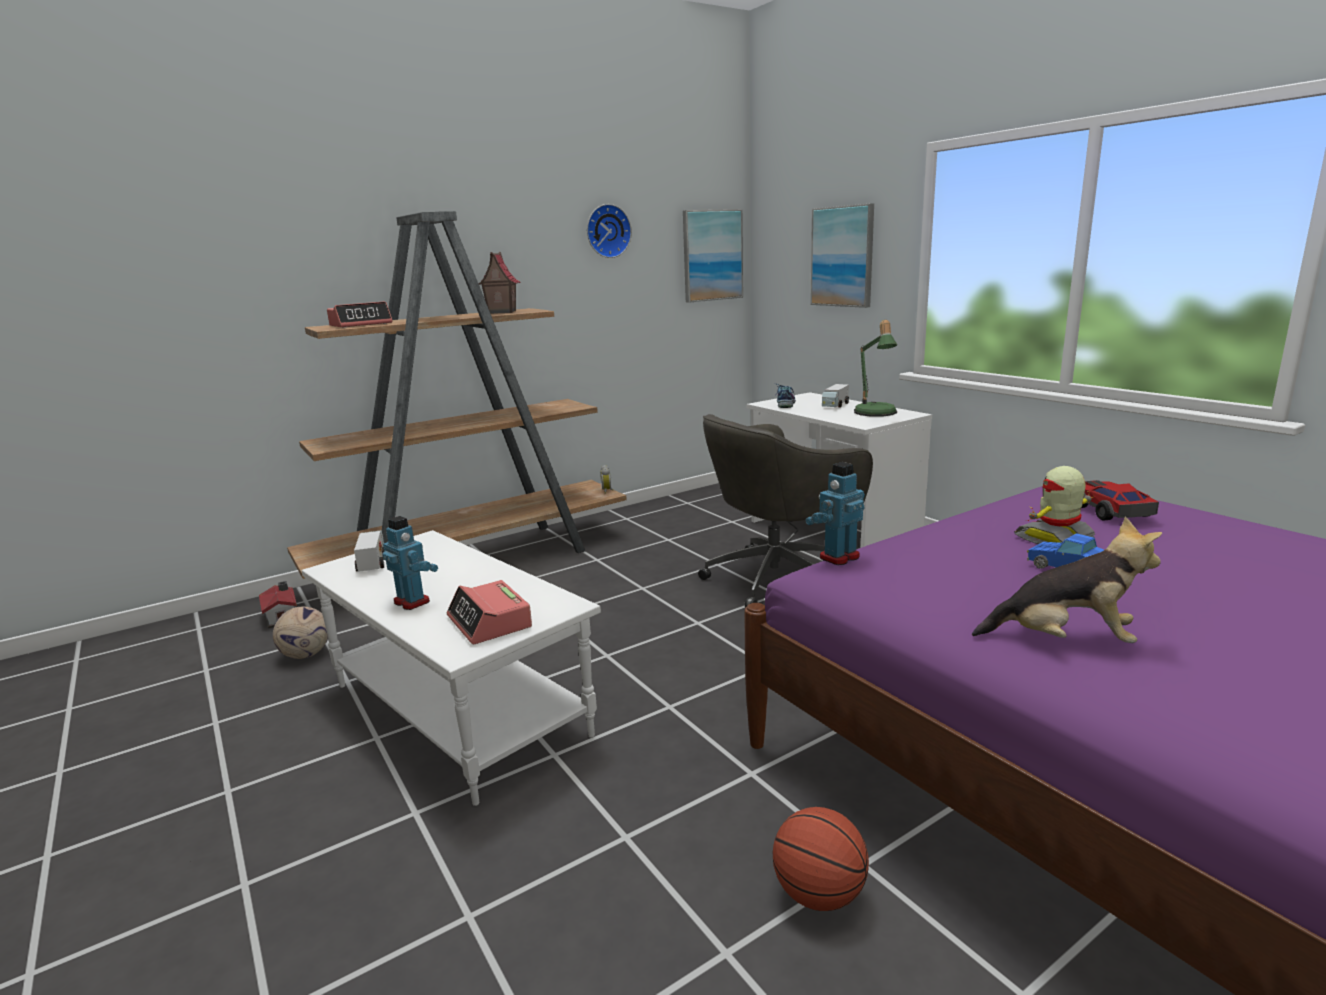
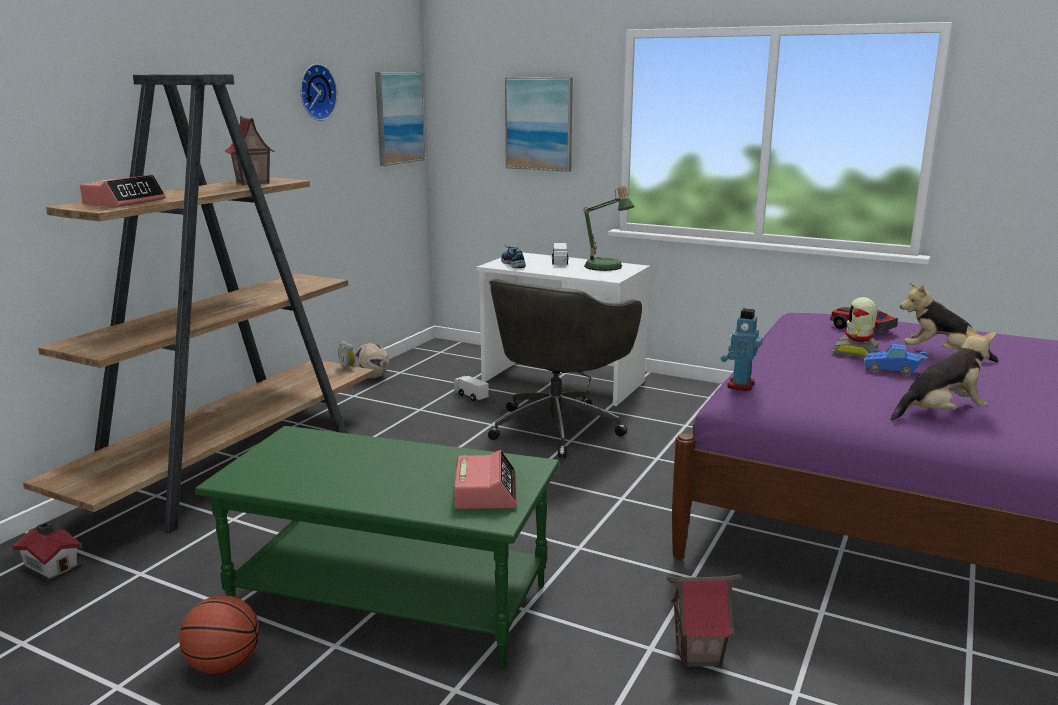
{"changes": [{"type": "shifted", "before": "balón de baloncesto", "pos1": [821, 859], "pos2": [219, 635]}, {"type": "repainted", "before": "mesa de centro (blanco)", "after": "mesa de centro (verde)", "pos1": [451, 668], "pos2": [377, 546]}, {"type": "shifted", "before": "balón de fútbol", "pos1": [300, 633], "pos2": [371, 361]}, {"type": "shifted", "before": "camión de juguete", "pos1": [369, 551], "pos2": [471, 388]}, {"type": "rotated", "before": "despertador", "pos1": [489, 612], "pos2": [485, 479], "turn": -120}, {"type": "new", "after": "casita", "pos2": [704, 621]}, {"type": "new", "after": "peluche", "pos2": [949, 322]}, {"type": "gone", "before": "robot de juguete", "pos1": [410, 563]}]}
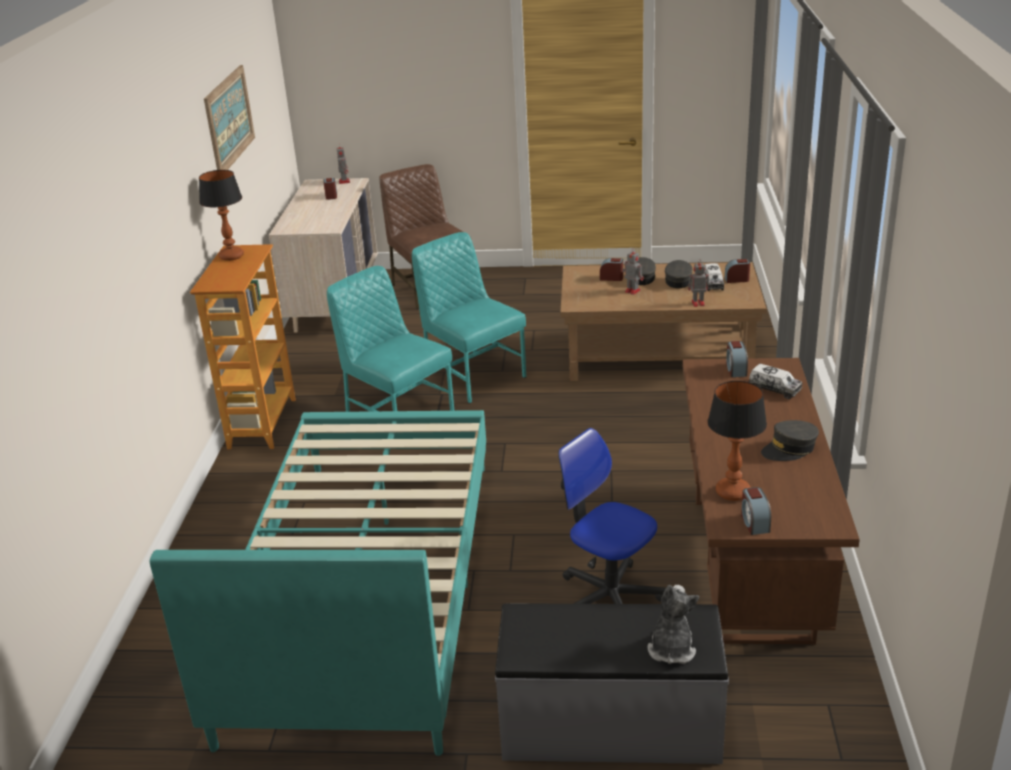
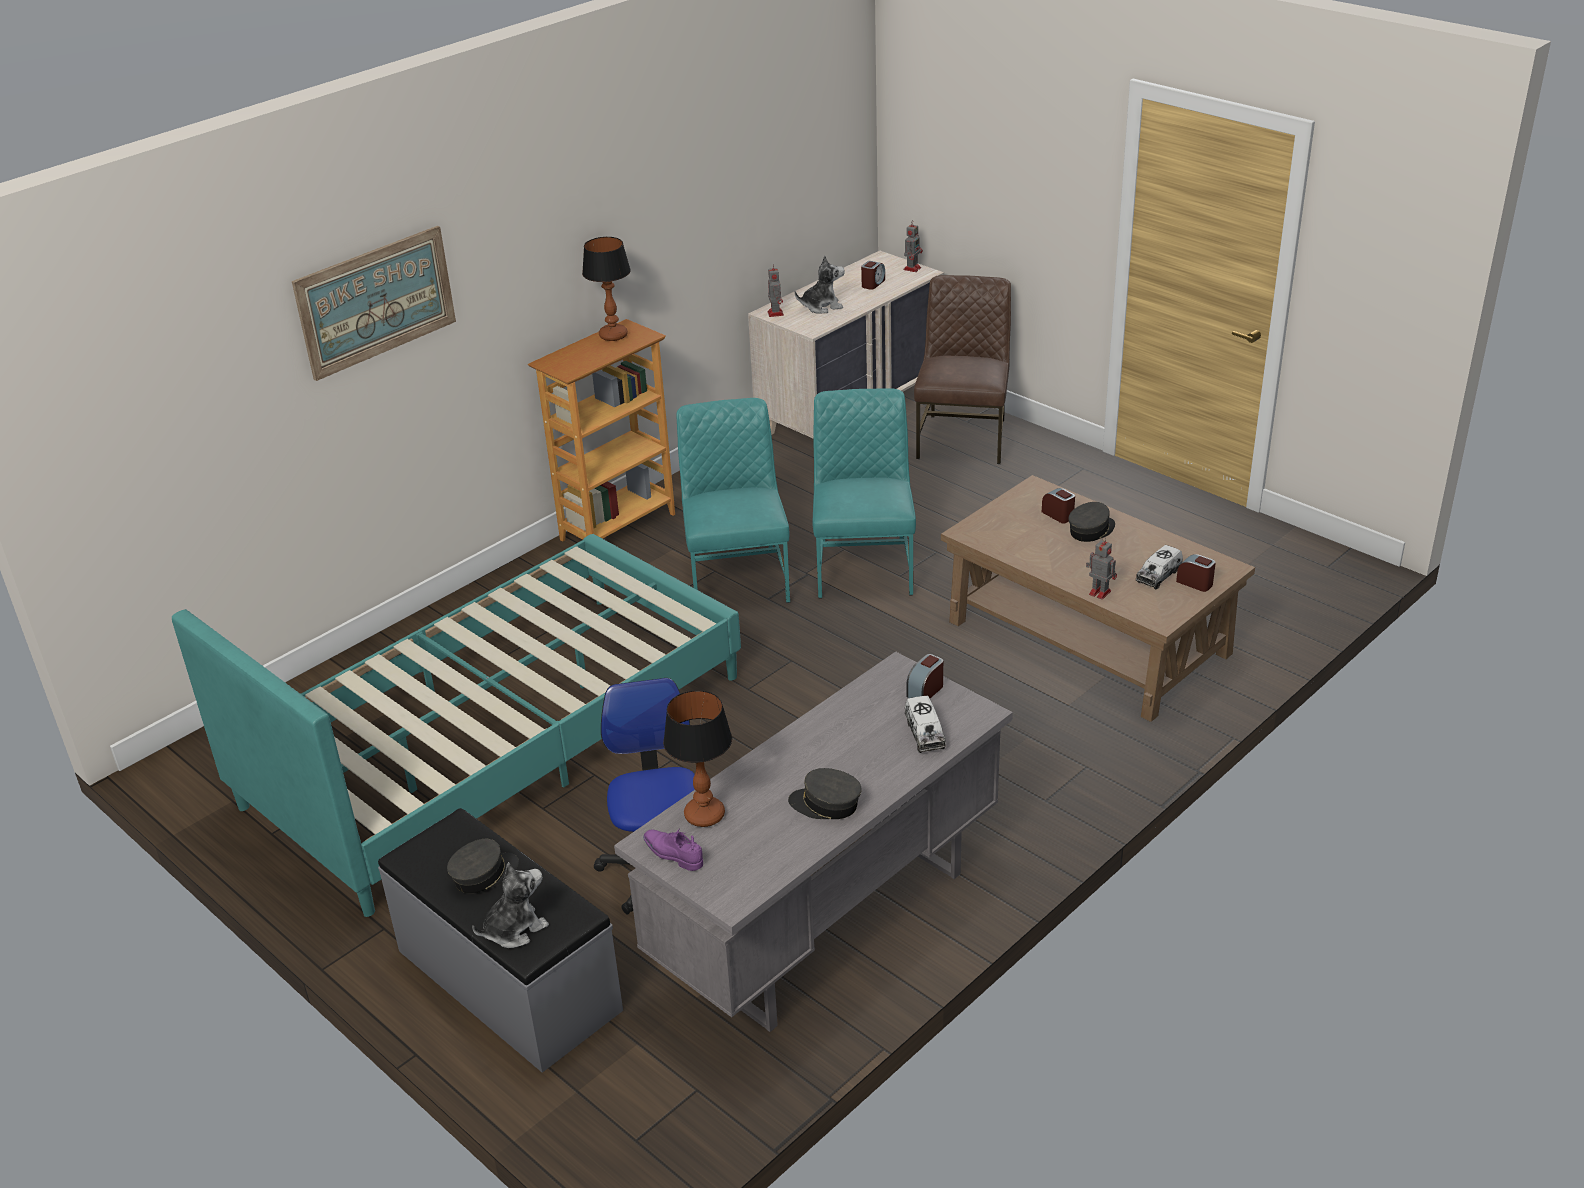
{"changes": [{"type": "shifted", "before": "cuadro", "pos1": [229, 117], "pos2": [374, 303]}, {"type": "shifted", "before": "gorra (gris)", "pos1": [679, 274], "pos2": [483, 866]}, {"type": "repainted", "before": "escritorio (marrón)", "after": "escritorio (gris)", "pos1": [771, 501], "pos2": [813, 842]}, {"type": "swapped", "before": "despertador", "after": "zapato (morado)", "pos1": [756, 511], "pos2": [673, 849]}, {"type": "shifted", "before": "robot de juguete", "pos1": [633, 271], "pos2": [776, 291]}, {"type": "new", "after": "peluche", "pos2": [819, 284]}]}
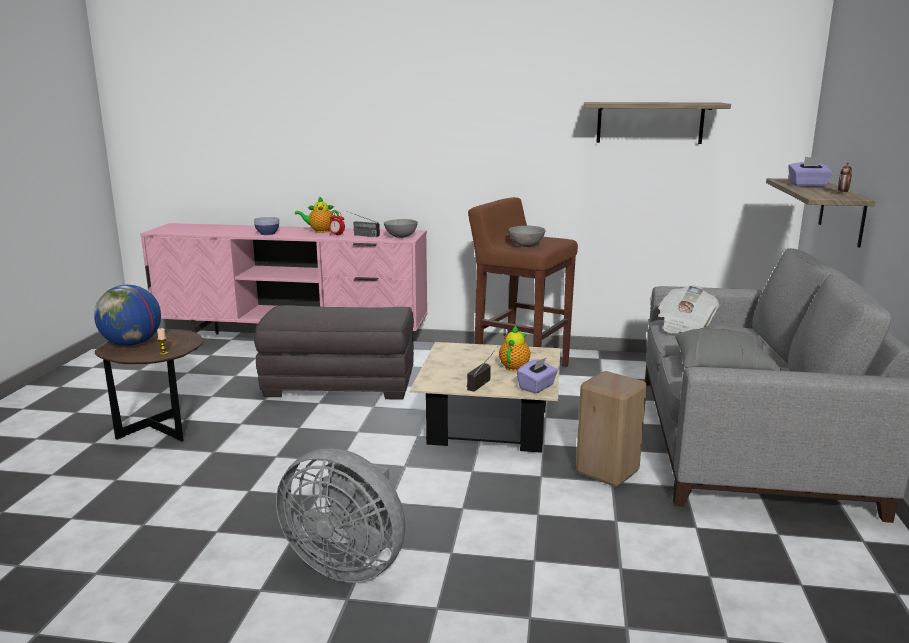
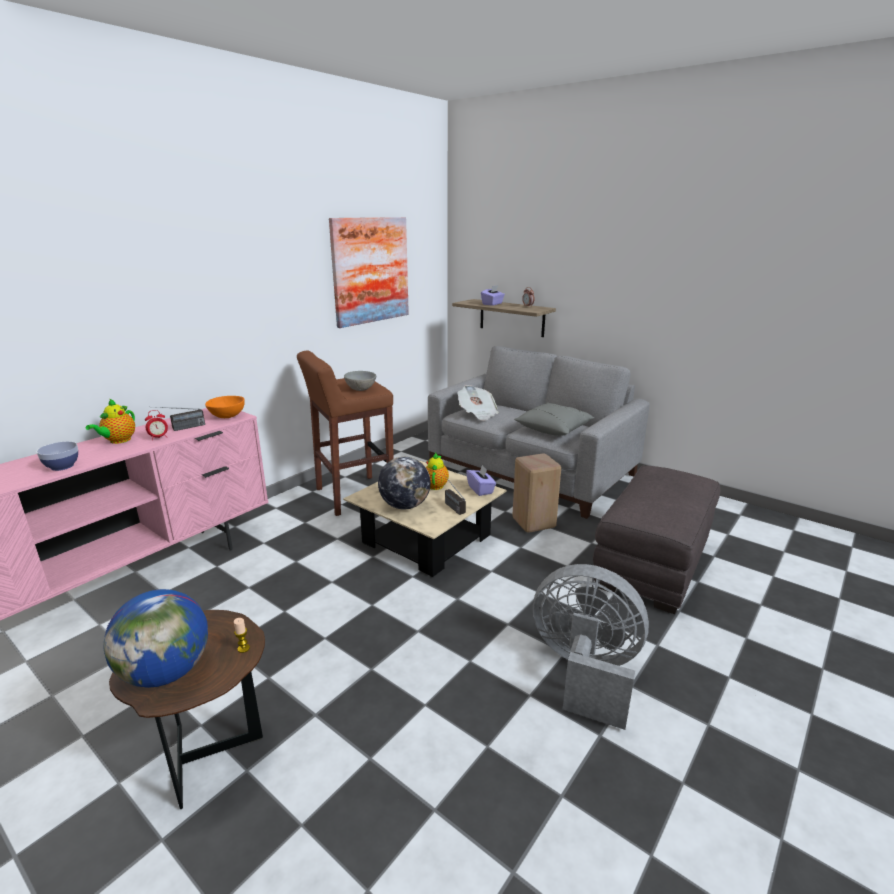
{"changes": [{"type": "repainted", "before": "cuenco (gris)", "after": "cuenco (naranja)", "pos1": [401, 228], "pos2": [225, 407]}, {"type": "swapped", "before": "estante", "after": "cuadro", "pos1": [657, 123], "pos2": [369, 272]}, {"type": "new", "after": "globo terráqueo", "pos2": [404, 483]}, {"type": "rotated", "before": "tetera", "pos1": [514, 348], "pos2": [437, 471], "turn": 45}, {"type": "rotated", "before": "ventilador (gris)", "pos1": [340, 515], "pos2": [591, 647], "turn": -120}, {"type": "shifted", "before": "puf (gris)", "pos1": [334, 352], "pos2": [656, 539]}]}
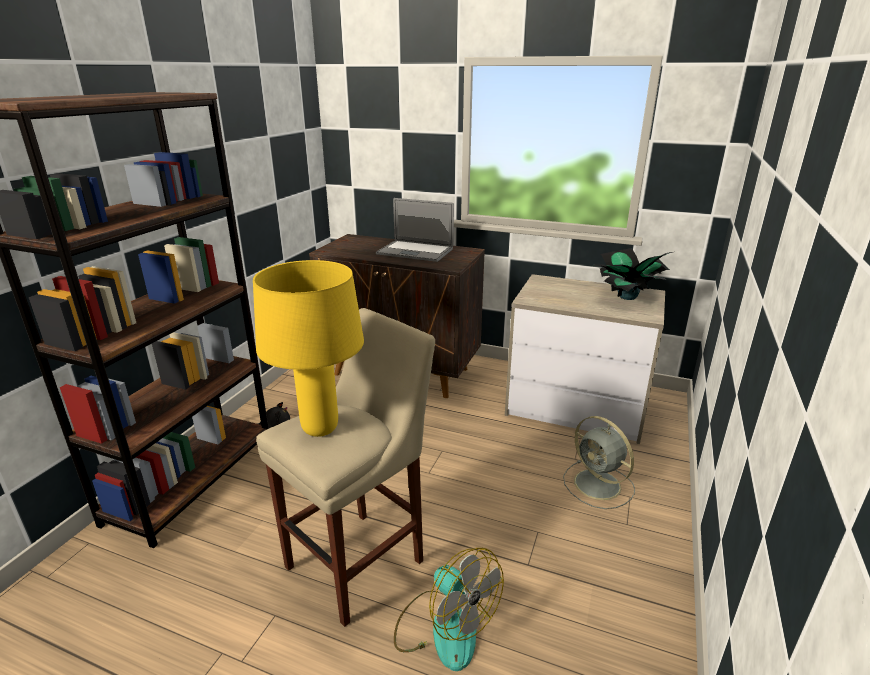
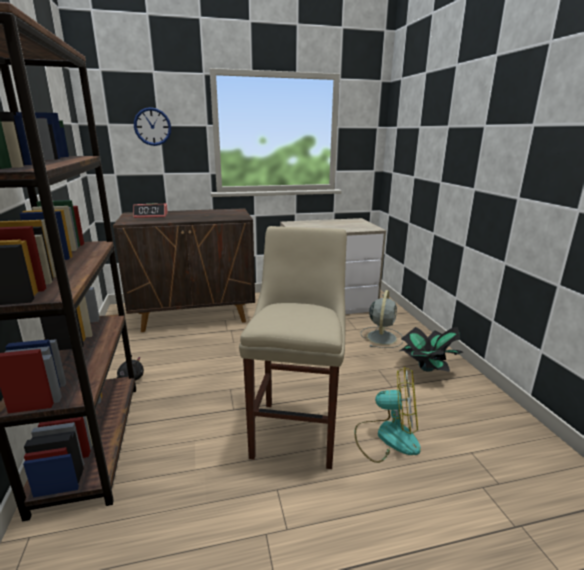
{"changes": [{"type": "new", "after": "despertador", "pos2": [150, 211]}, {"type": "new", "after": "reloj de pared", "pos2": [152, 126]}, {"type": "rotated", "before": "ventilador (gris)", "pos1": [599, 462], "pos2": [382, 319], "turn": -90}, {"type": "shifted", "before": "planta en maceta", "pos1": [632, 274], "pos2": [431, 349]}, {"type": "gone", "before": "lámpara de mesa (amarillo)", "pos1": [308, 348]}, {"type": "gone", "before": "portátil", "pos1": [415, 230]}]}
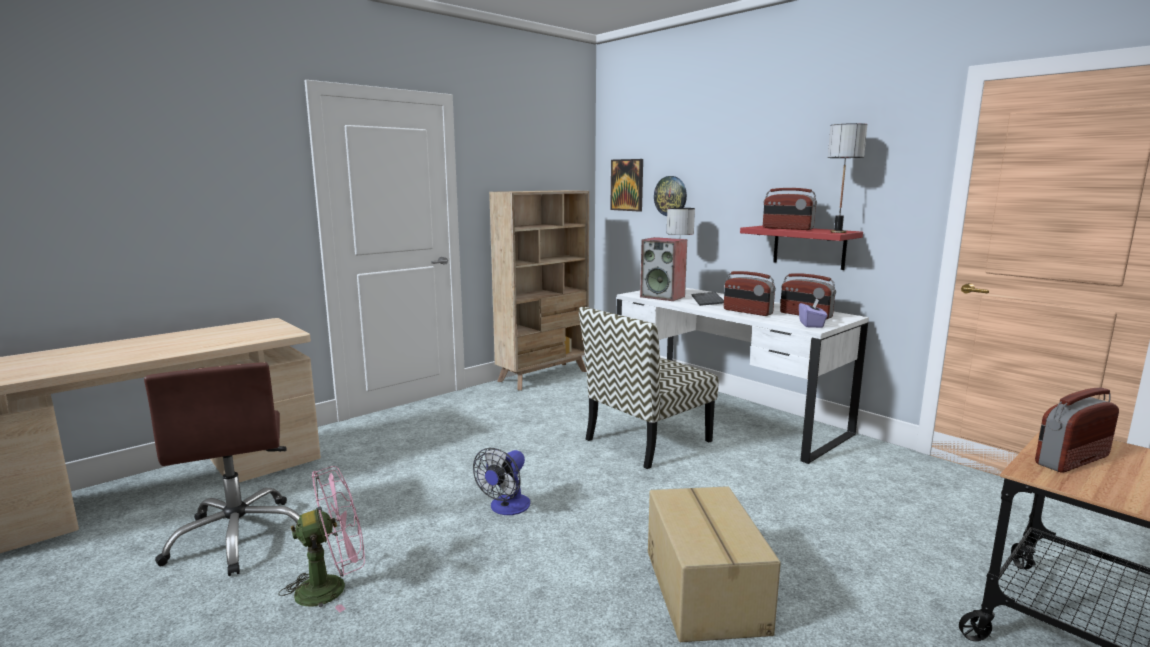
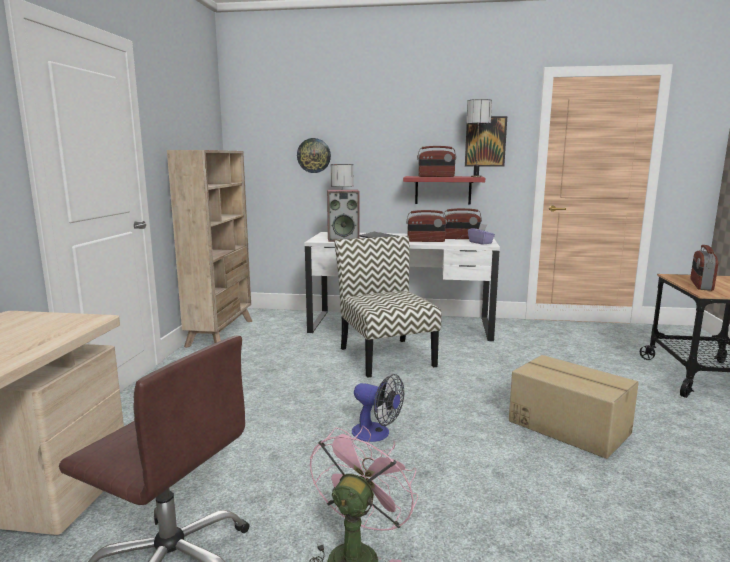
{"changes": [{"type": "rotated", "before": "silla", "pos1": [648, 388], "pos2": [388, 307], "turn": 150}, {"type": "rotated", "before": "ventilador", "pos1": [501, 481], "pos2": [378, 408], "turn": -45}, {"type": "shifted", "before": "cuadro", "pos1": [626, 185], "pos2": [486, 141]}]}
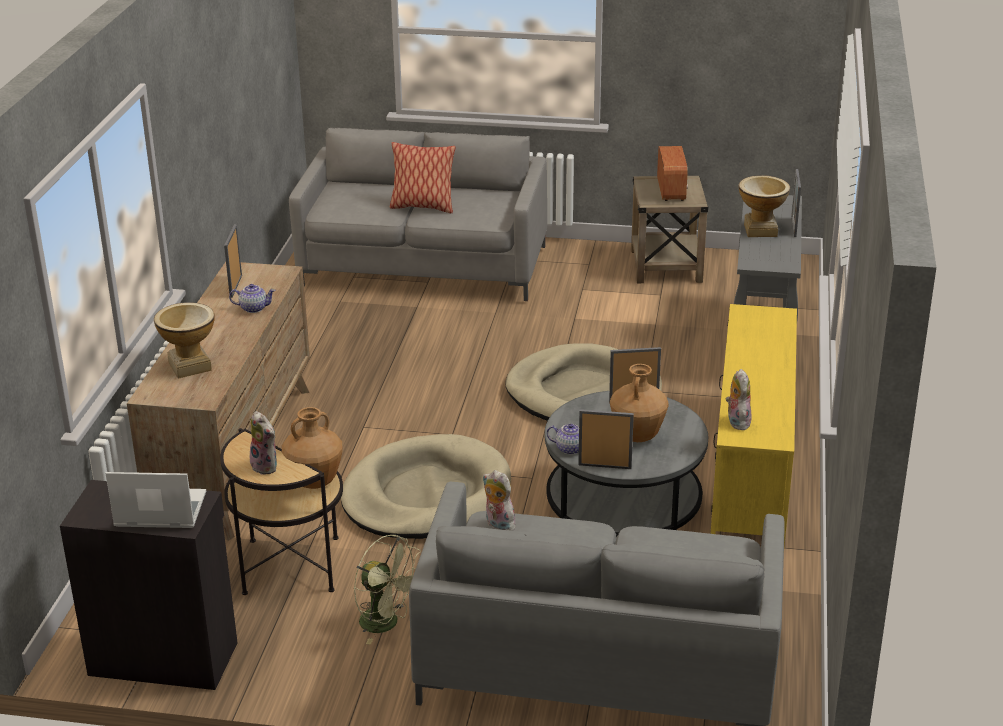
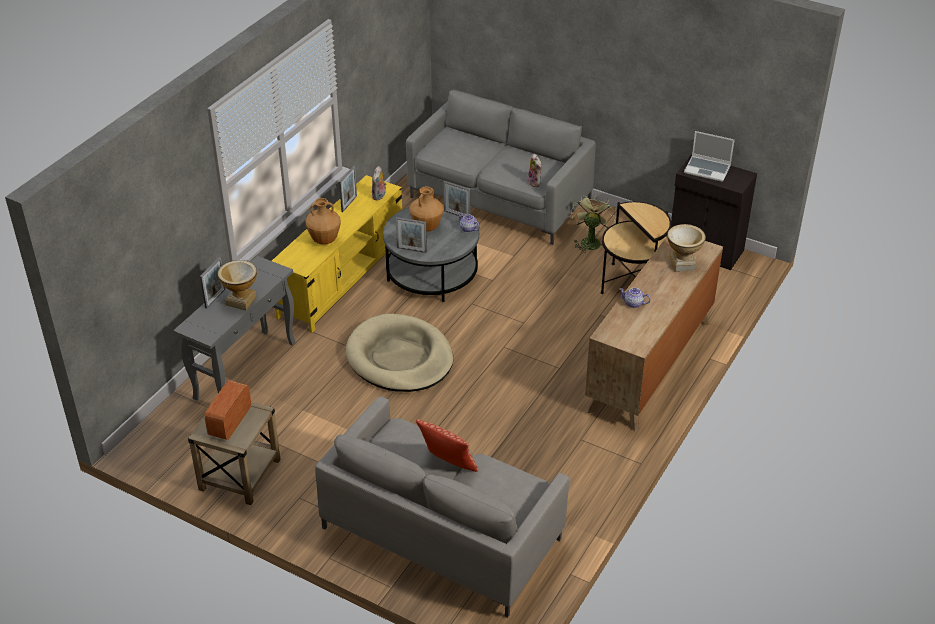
{"changes": [{"type": "shifted", "before": "florero (marrón)", "pos1": [312, 448], "pos2": [323, 221]}, {"type": "shifted", "before": "portarretratos", "pos1": [233, 261], "pos2": [348, 189]}, {"type": "rotated", "before": "ventilador (verde)", "pos1": [387, 589], "pos2": [593, 223], "turn": 45}, {"type": "gone", "before": "peluche", "pos1": [263, 443]}, {"type": "gone", "before": "cama para perro (beis)", "pos1": [426, 486]}]}
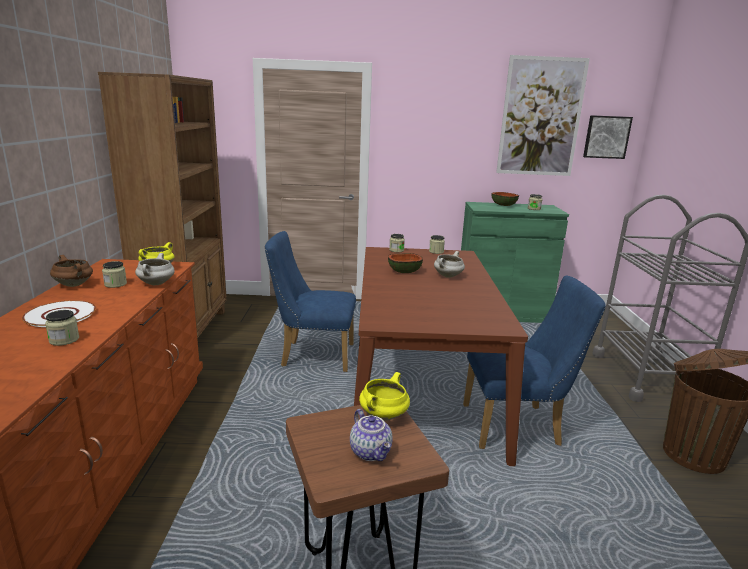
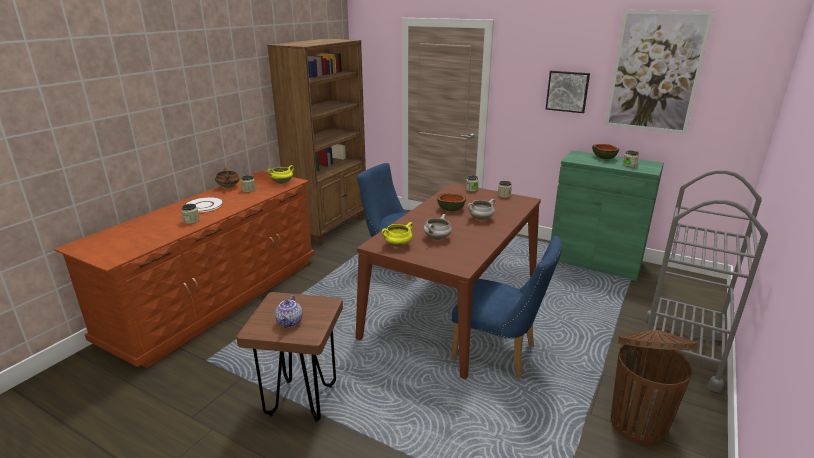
{"changes": [{"type": "shifted", "before": "olla (amarillo)", "pos1": [384, 396], "pos2": [397, 234]}, {"type": "shifted", "before": "olla (blanco)", "pos1": [155, 269], "pos2": [438, 227]}, {"type": "shifted", "before": "cuadro", "pos1": [608, 137], "pos2": [568, 92]}]}
